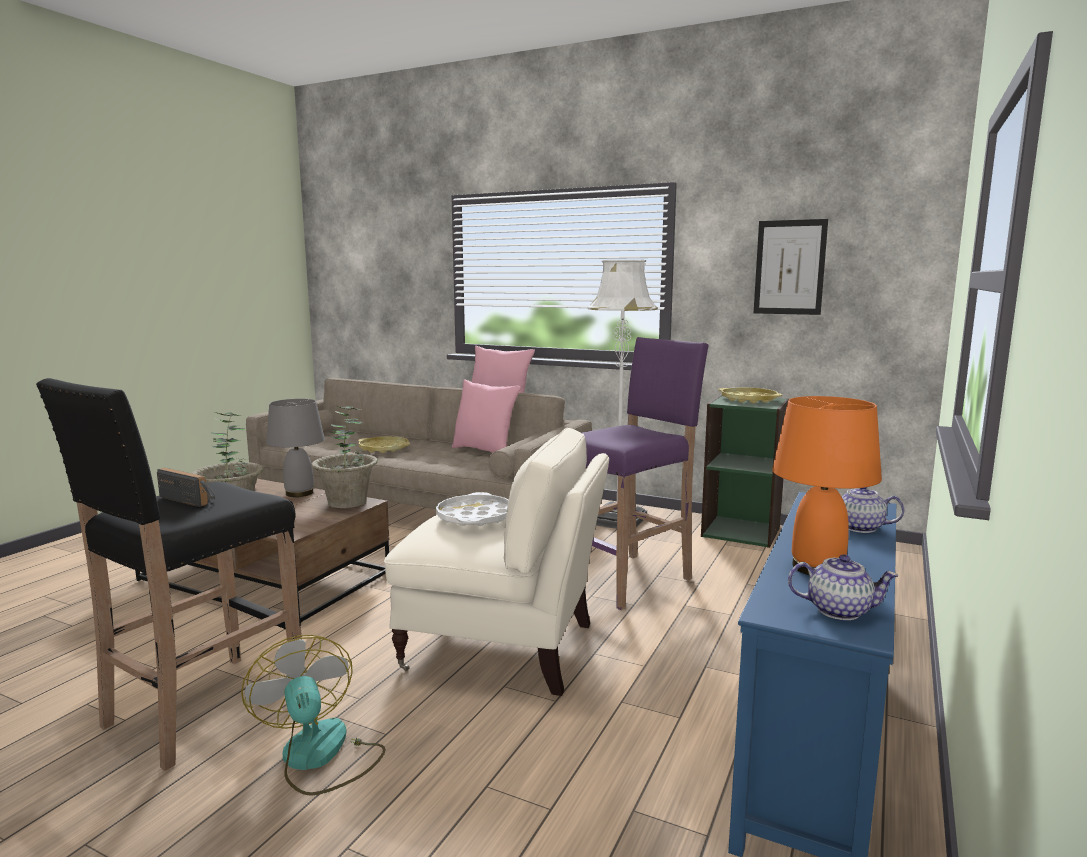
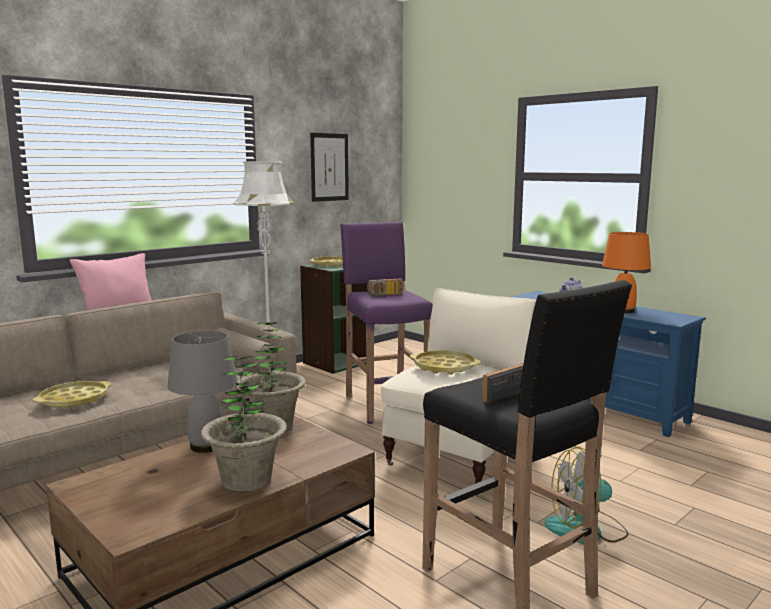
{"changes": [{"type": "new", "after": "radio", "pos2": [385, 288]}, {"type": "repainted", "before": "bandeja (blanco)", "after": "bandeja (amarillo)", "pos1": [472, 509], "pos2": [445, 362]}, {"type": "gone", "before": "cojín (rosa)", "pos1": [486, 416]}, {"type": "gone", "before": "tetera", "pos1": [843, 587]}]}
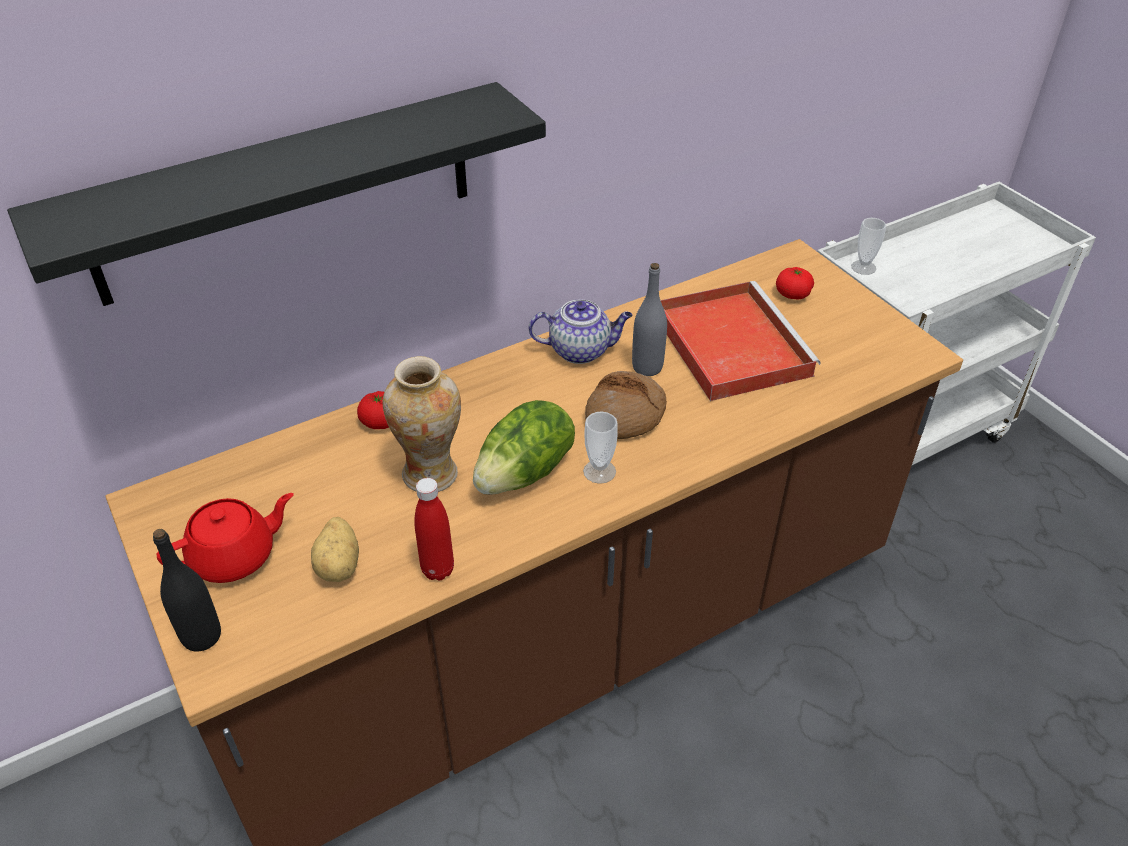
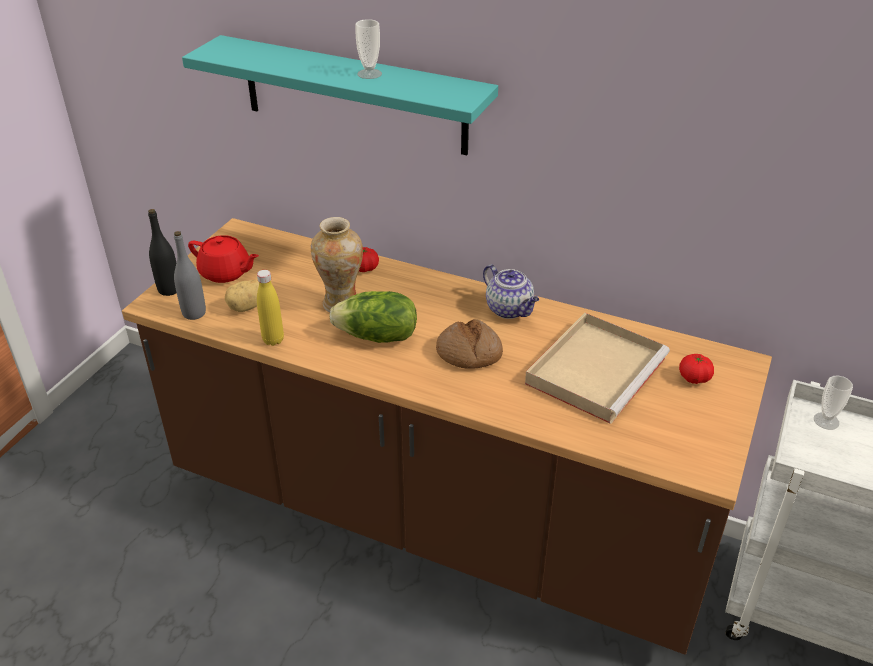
{"changes": [{"type": "shifted", "before": "botella (gris)", "pos1": [649, 319], "pos2": [190, 275]}, {"type": "repainted", "before": "estante (negro)", "after": "estante (turquesa)", "pos1": [276, 194], "pos2": [340, 95]}, {"type": "repainted", "before": "botella (rojo)", "after": "botella (amarillo)", "pos1": [434, 529], "pos2": [270, 308]}, {"type": "shifted", "before": "taza", "pos1": [600, 447], "pos2": [368, 49]}, {"type": "repainted", "before": "bandeja (rojo)", "after": "bandeja (beis)", "pos1": [740, 341], "pos2": [597, 368]}]}
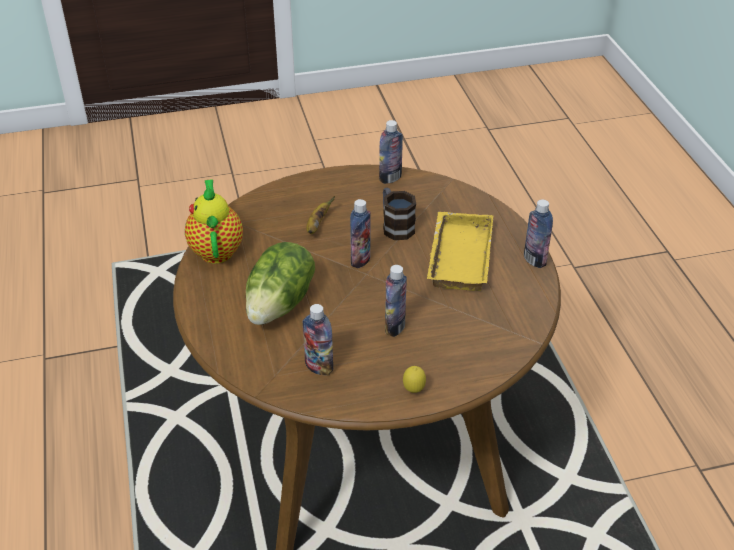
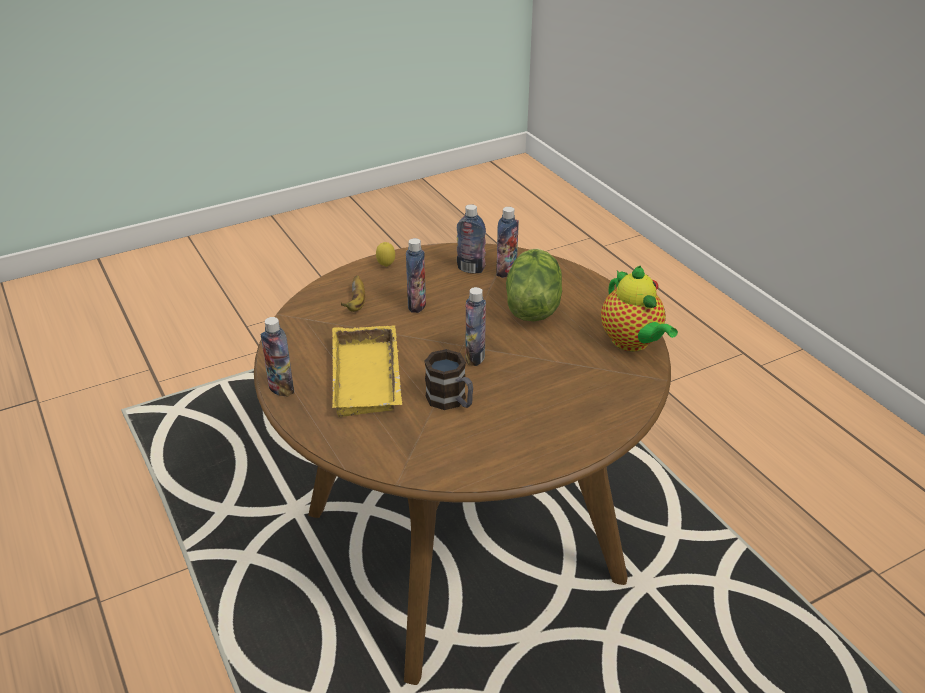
{"changes": [{"type": "shifted", "before": "plátano", "pos1": [320, 215], "pos2": [353, 293]}, {"type": "shifted", "before": "botella", "pos1": [391, 152], "pos2": [507, 242]}]}
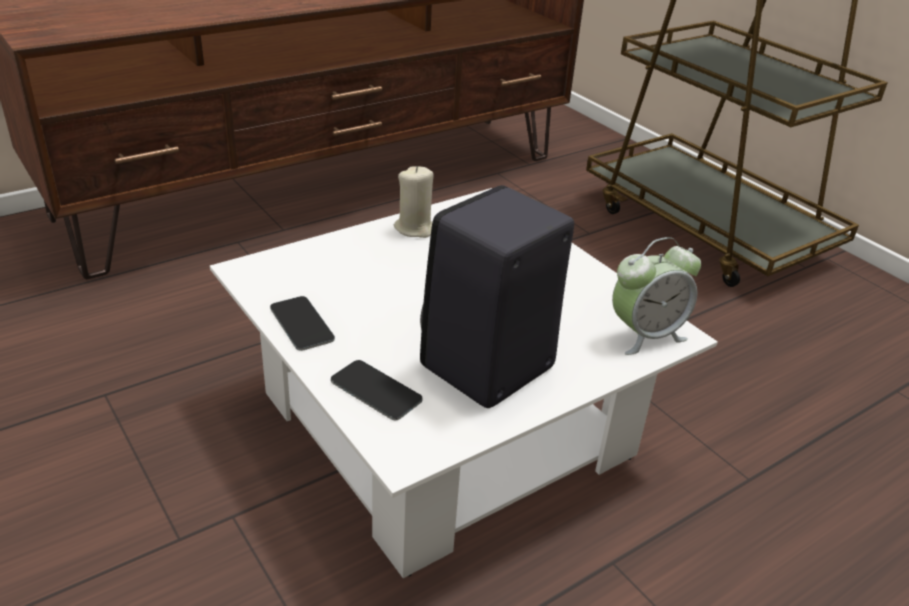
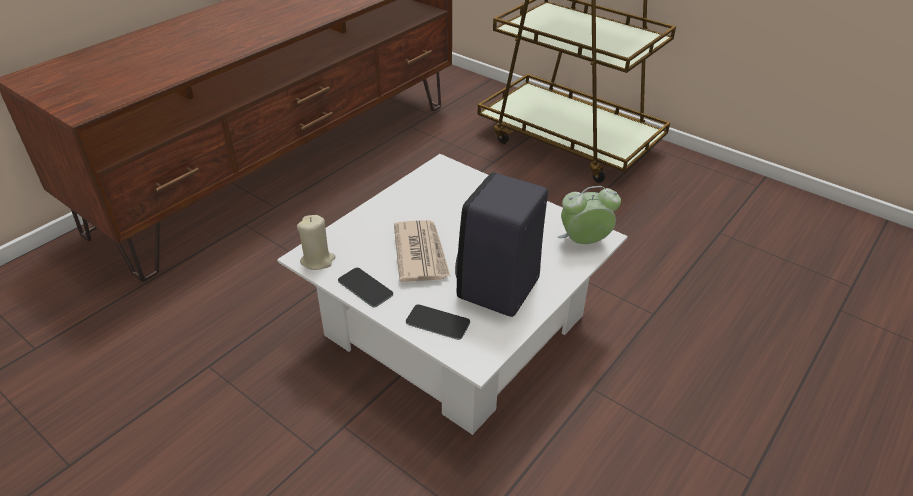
{"changes": [{"type": "shifted", "before": "vela (beis)", "pos1": [414, 202], "pos2": [316, 242]}, {"type": "new", "after": "periódico", "pos2": [422, 251]}, {"type": "rotated", "before": "despertador", "pos1": [656, 296], "pos2": [589, 215], "turn": -150}]}
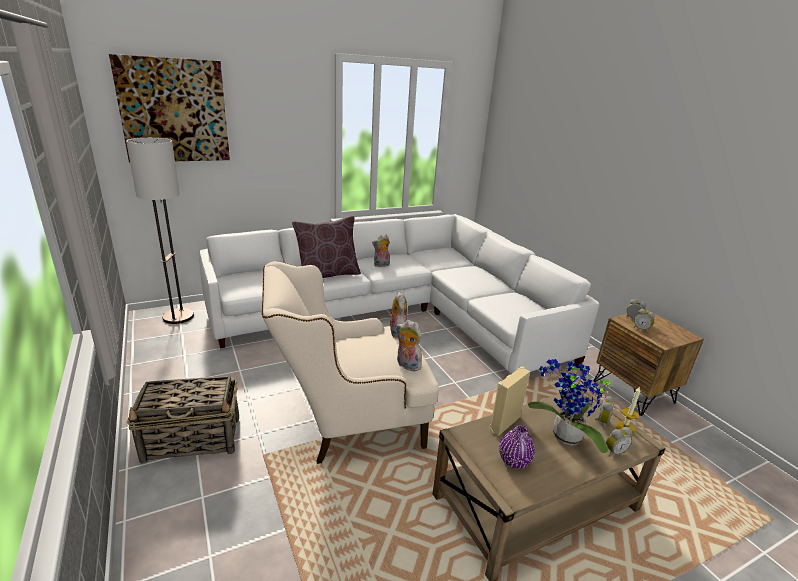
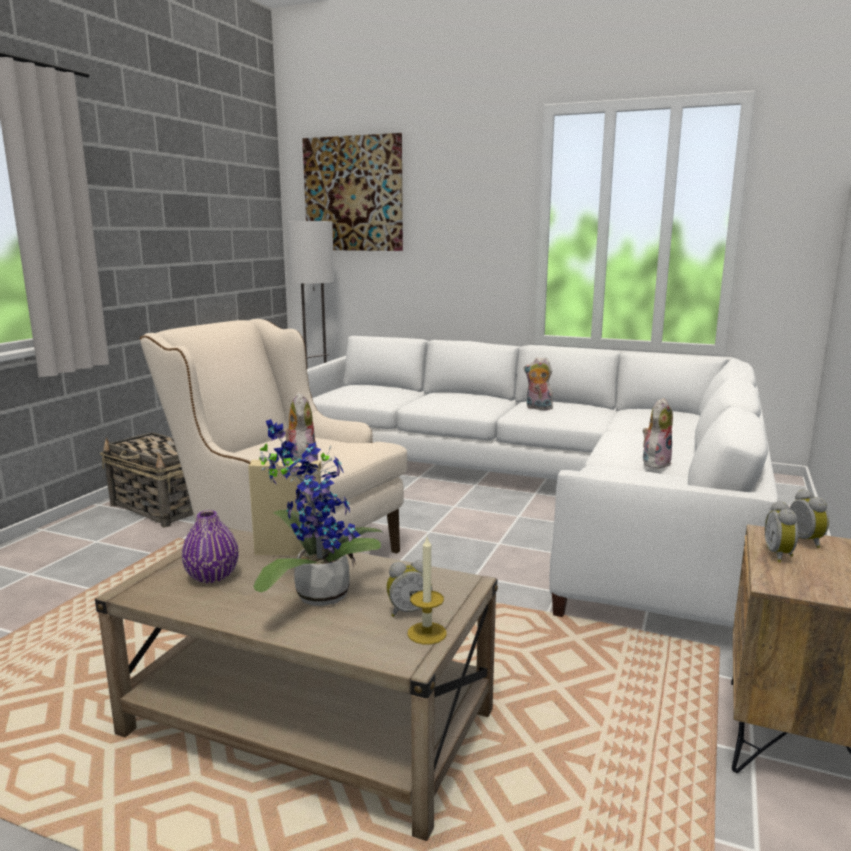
{"changes": [{"type": "shifted", "before": "peluche", "pos1": [397, 315], "pos2": [657, 433]}, {"type": "gone", "before": "cojín (marrón)", "pos1": [326, 247]}, {"type": "gone", "before": "despertador", "pos1": [619, 442]}]}
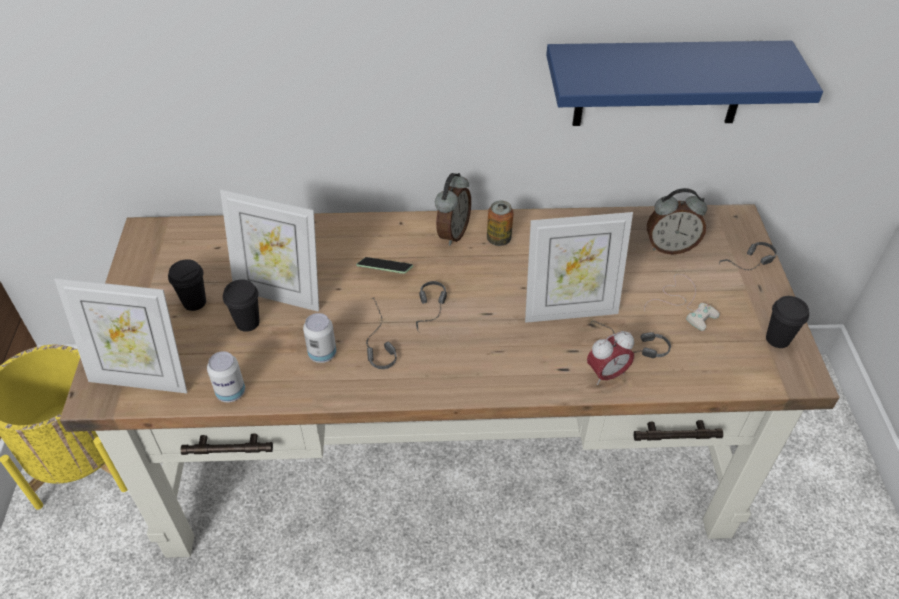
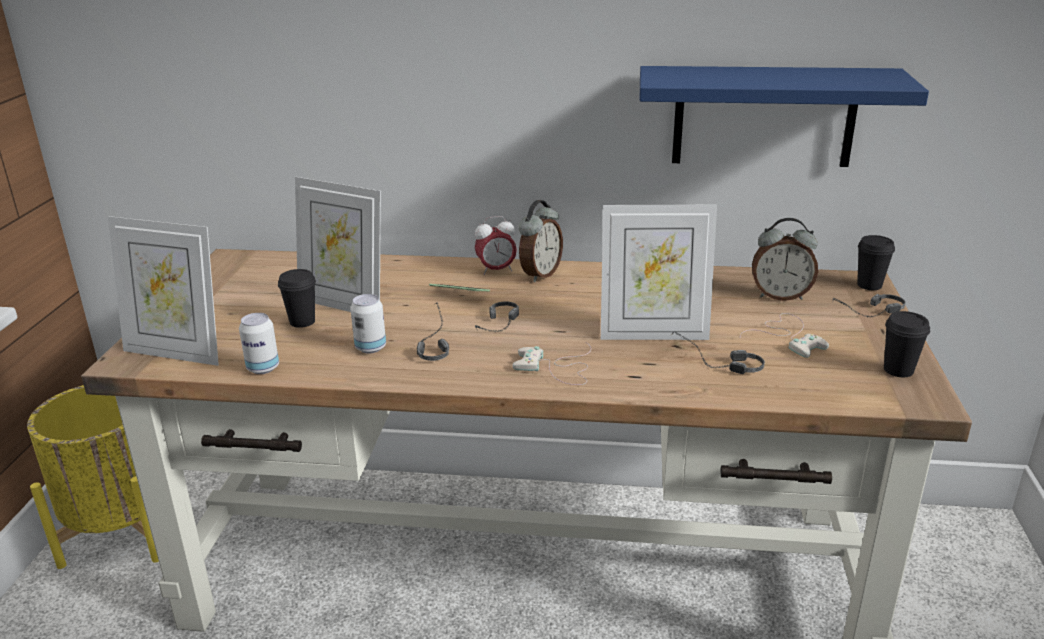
{"changes": [{"type": "shifted", "before": "despertador", "pos1": [610, 358], "pos2": [496, 245]}, {"type": "new", "after": "mando de consola (blanco)", "pos2": [551, 363]}, {"type": "shifted", "before": "taza (negro)", "pos1": [187, 285], "pos2": [876, 262]}, {"type": "gone", "before": "lata", "pos1": [500, 223]}]}
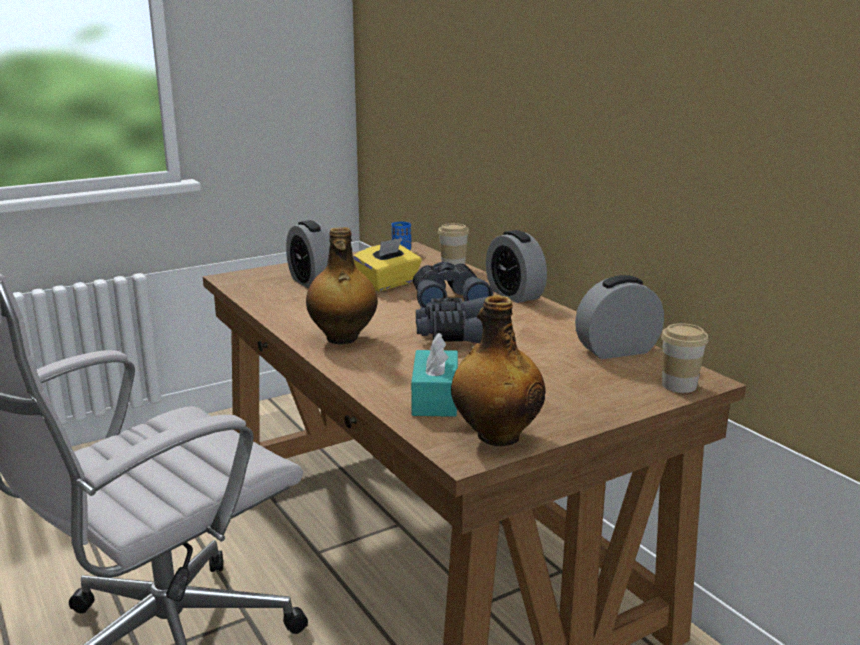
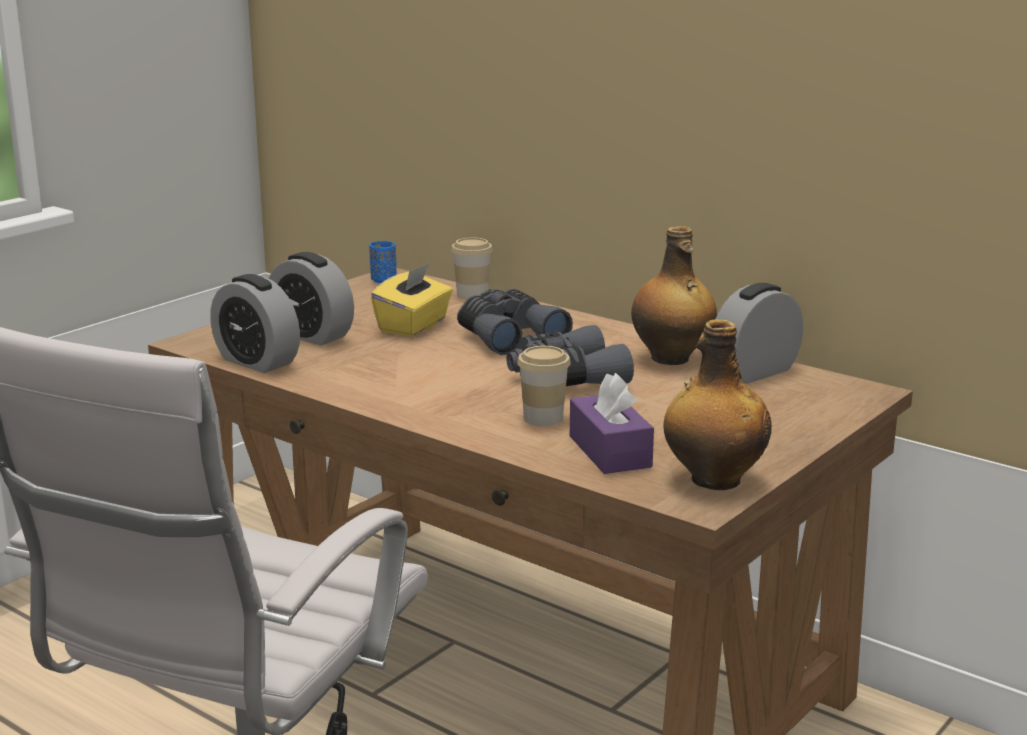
{"changes": [{"type": "shifted", "before": "despertador", "pos1": [516, 266], "pos2": [255, 323]}, {"type": "shifted", "before": "taza", "pos1": [684, 358], "pos2": [544, 386]}, {"type": "repainted", "before": "caja de pañuelos (turquesa)", "after": "caja de pañuelos (morado)", "pos1": [434, 375], "pos2": [612, 423]}, {"type": "shifted", "before": "botella", "pos1": [342, 286], "pos2": [674, 295]}]}
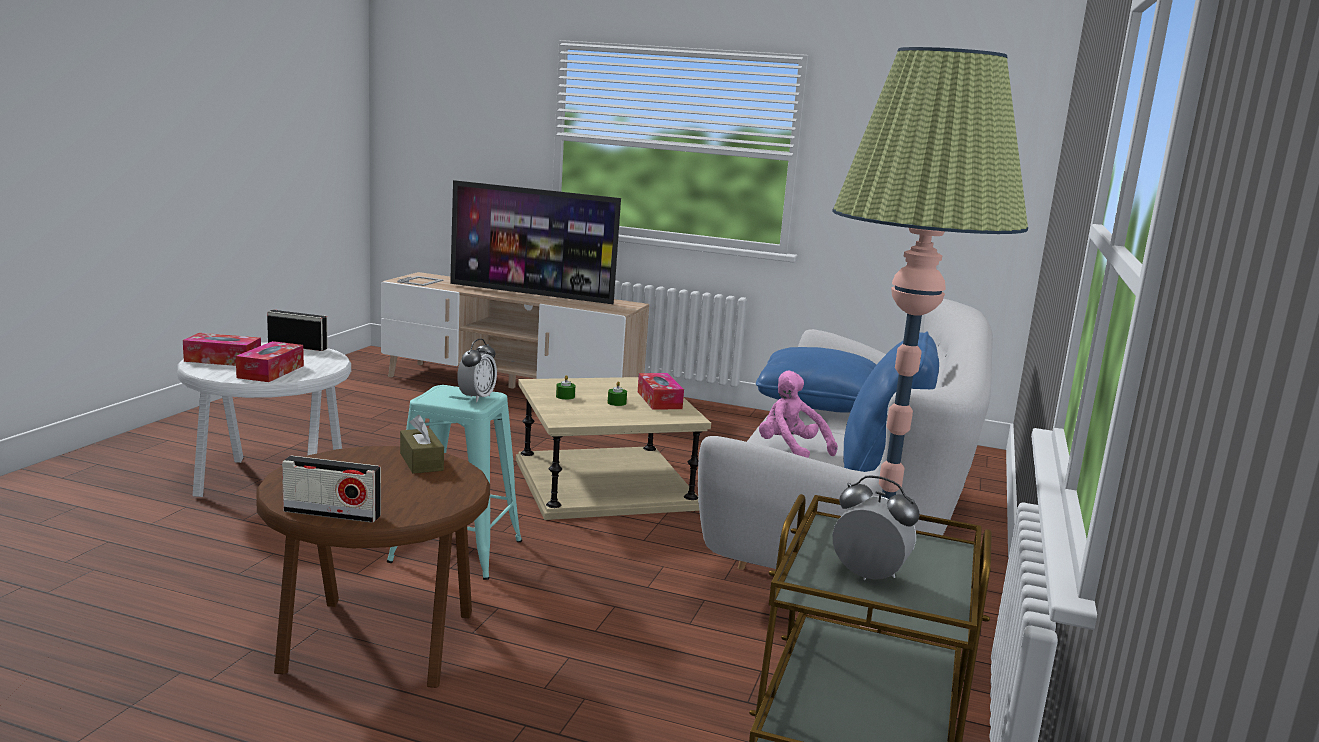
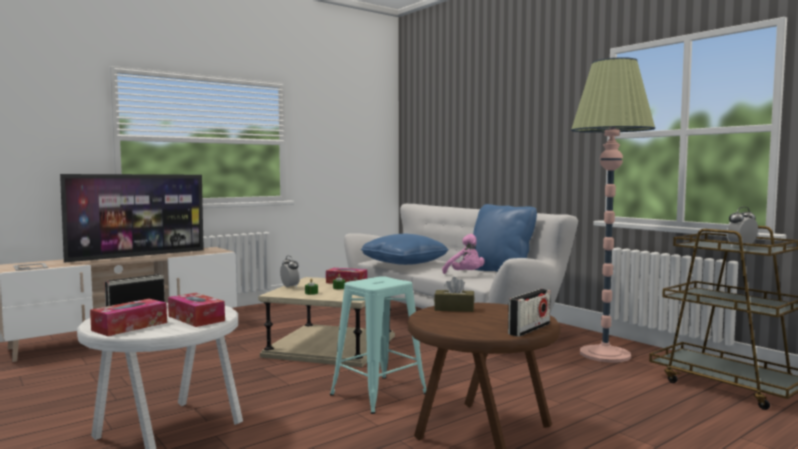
{"changes": [{"type": "shifted", "before": "despertador", "pos1": [477, 370], "pos2": [290, 271]}, {"type": "rotated", "before": "peluche (rosa)", "pos1": [798, 414], "pos2": [463, 254], "turn": -120}]}
